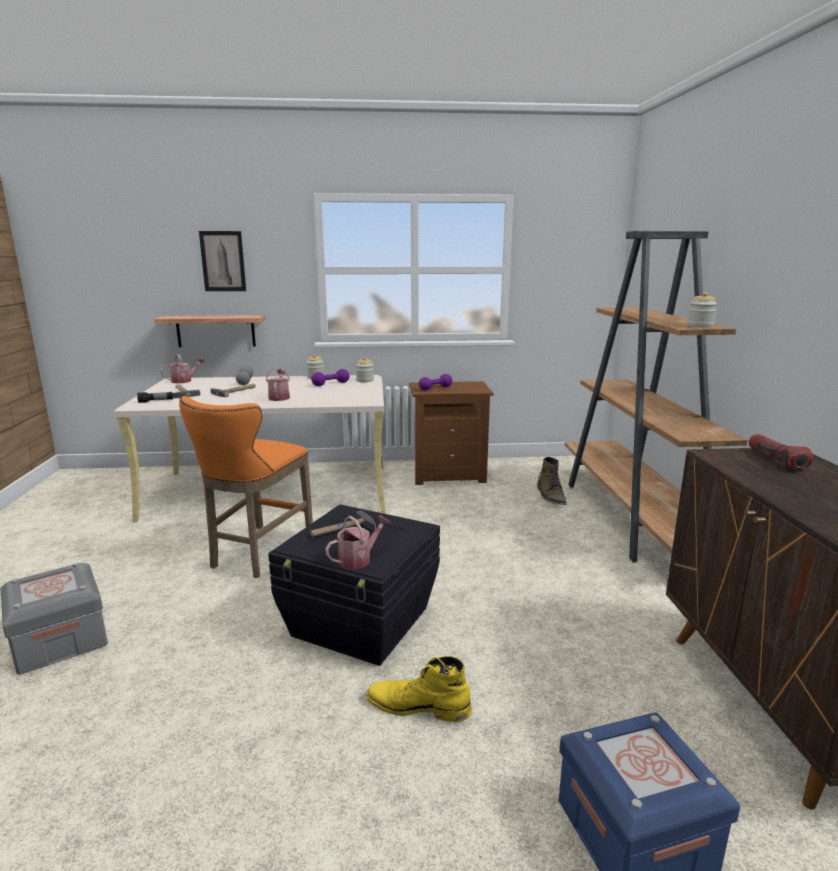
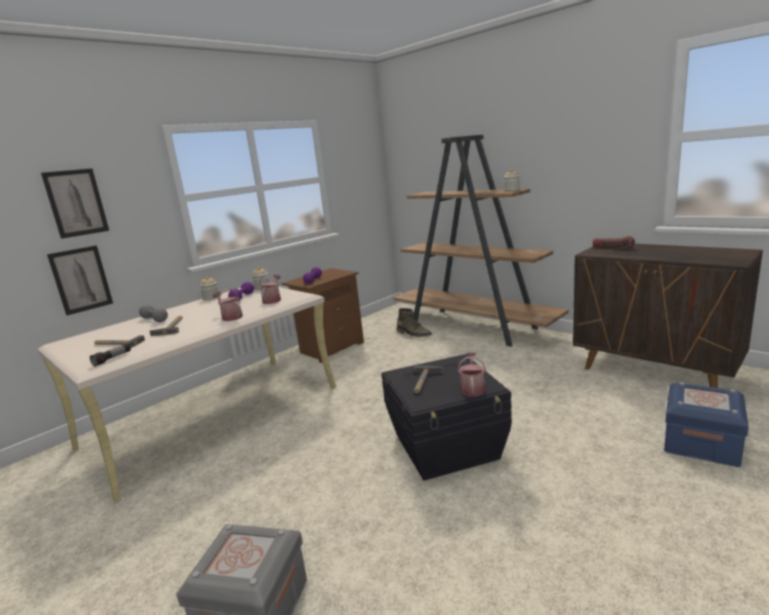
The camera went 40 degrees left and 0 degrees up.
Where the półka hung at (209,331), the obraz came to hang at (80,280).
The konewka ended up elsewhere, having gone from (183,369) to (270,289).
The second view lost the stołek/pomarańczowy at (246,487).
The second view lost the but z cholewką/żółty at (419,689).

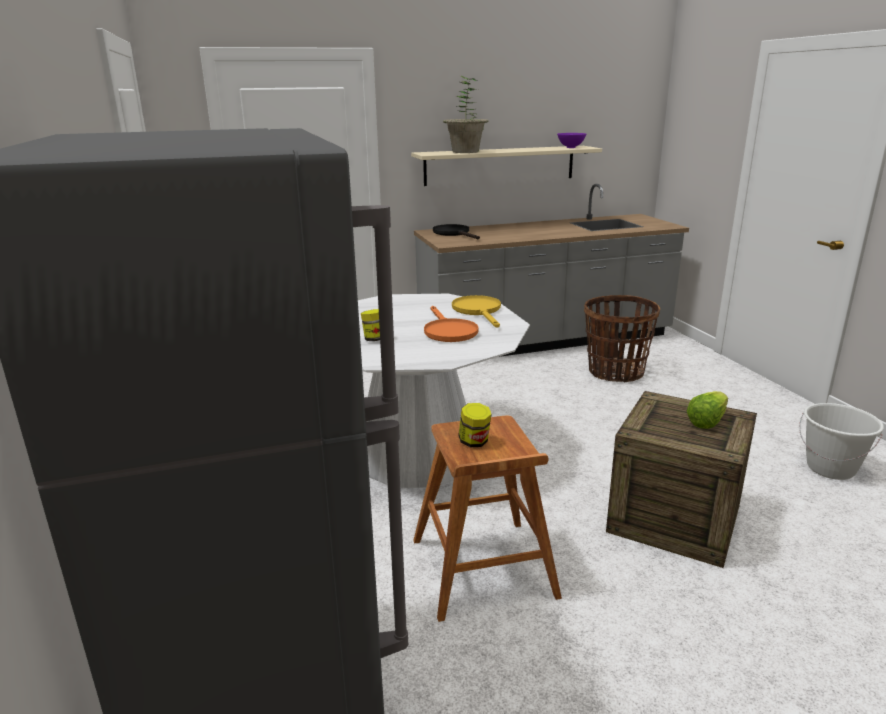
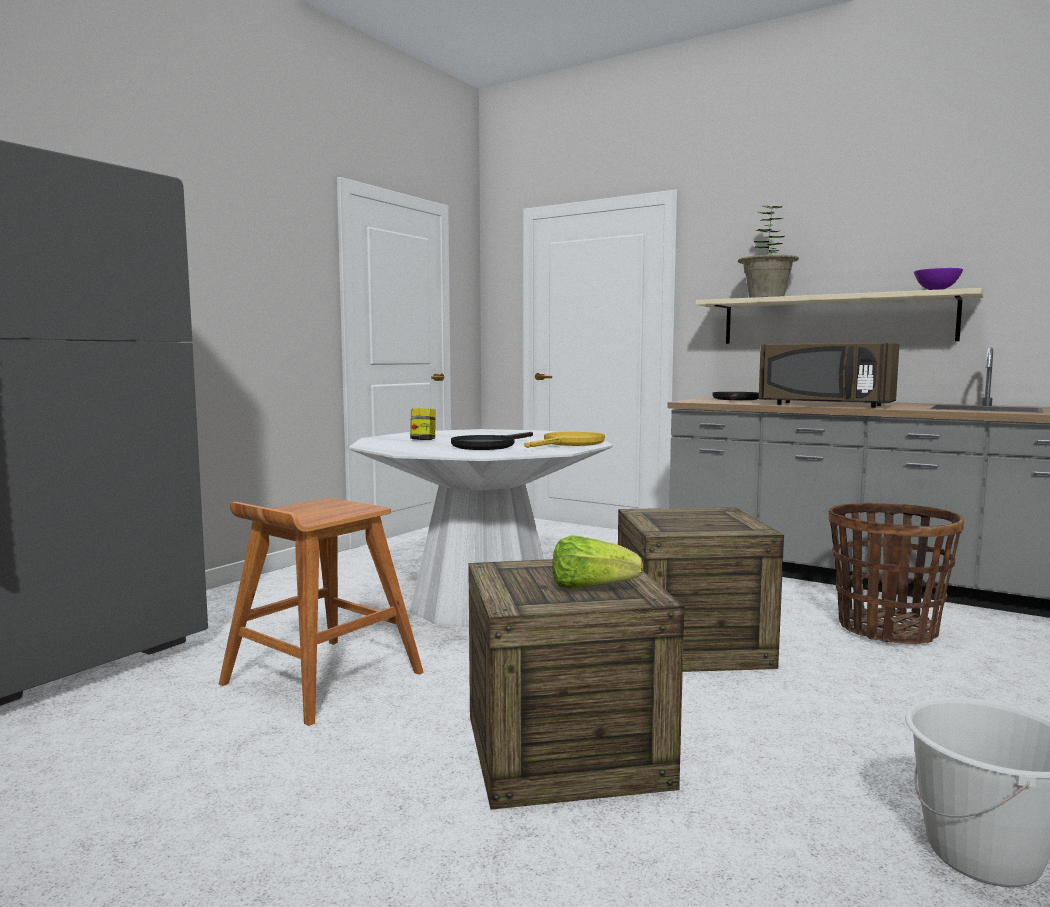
The camera went 50 degrees right and 15 degrees down.
What was the patelnia/pomarańczowy at (451,324) turned into the patelnia/czarny at (492,441).
The second view lost the słoik at (475,425).
The second view gained the mikrofalówka/brązowy at (829,375).
The second view gained the skrzynka at (701,589).

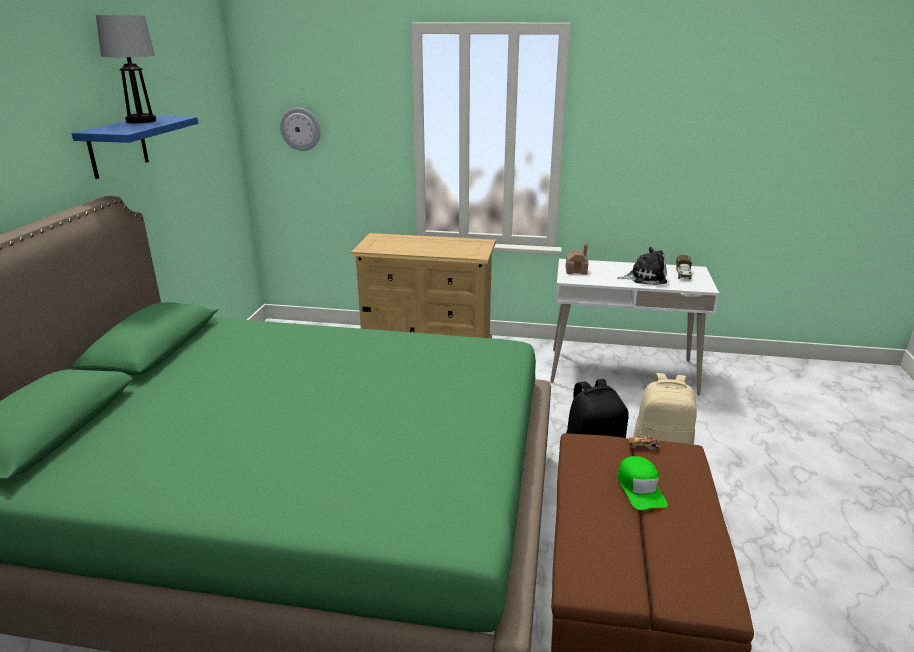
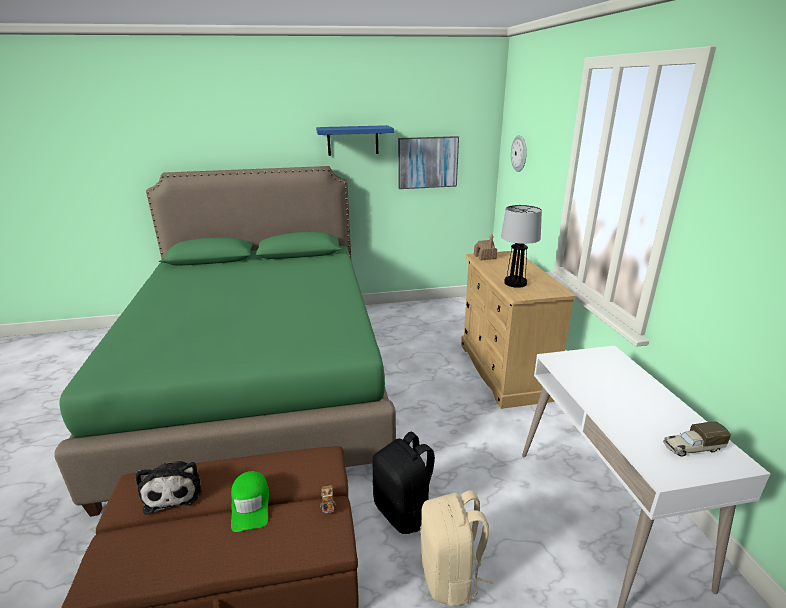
The camera went 70 degrees right and 0 degrees up.
The lampa stołowa ended up elsewhere, having gone from (126,69) to (521,246).
The domek ended up elsewhere, having gone from (577,258) to (485,247).
The pluszak ended up elsewhere, having gone from (642,266) to (168,488).
The czapka z daszkiem/zielony at (642,483) ended up facing another way, 75 degrees counterclockwise from before.
The second view gained the obraz at (428,162).

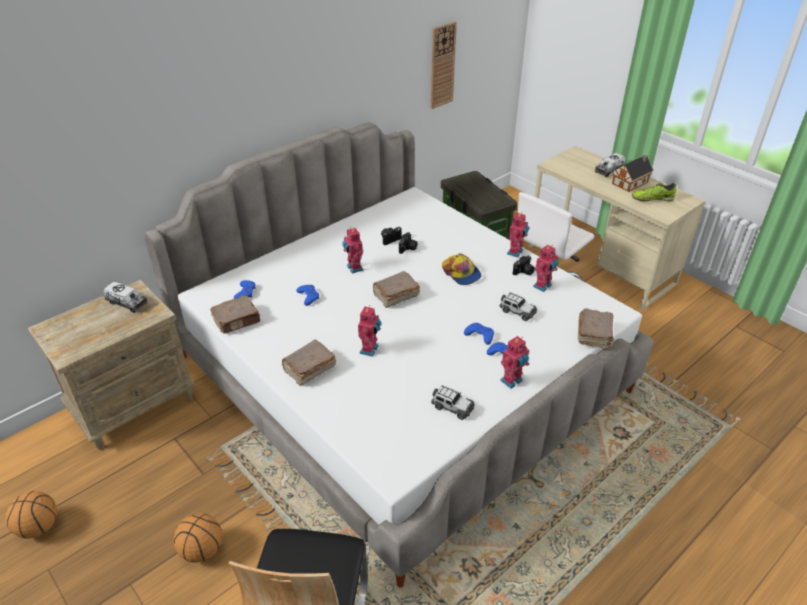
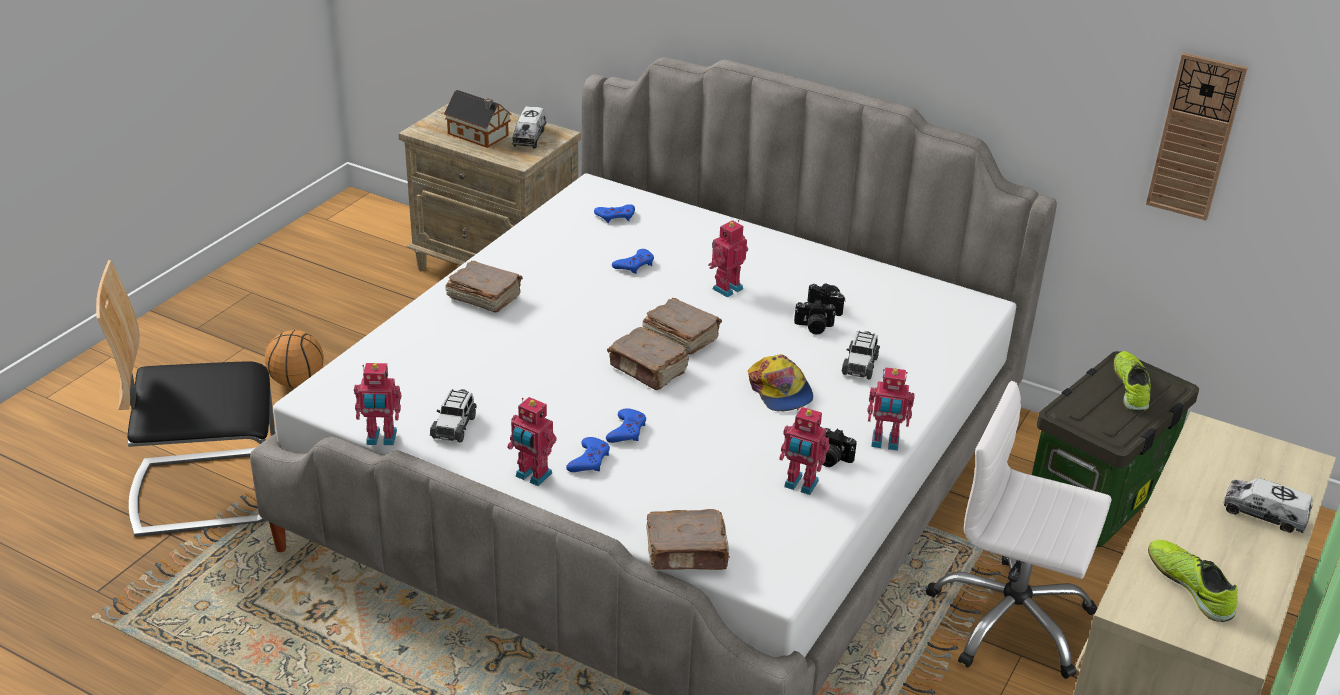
The camera went 70 degrees right and 5 degrees down.
The domek ended up elsewhere, having gone from (632,173) to (478,119).
The czapka z daszkiem at (462,269) ended up facing another way, 60 degrees counterclockwise from before.
The samochodzik ended up elsewhere, having gone from (518,306) to (860,355).
The książka/brązowy ended up elsewhere, having gone from (235,314) to (648,358).
The robot zabawkowy ended up elsewhere, having gone from (369,331) to (377,404).
The second view lost the piłka do koszykówki at (31,514).
The second view gained the but at (1132,381).

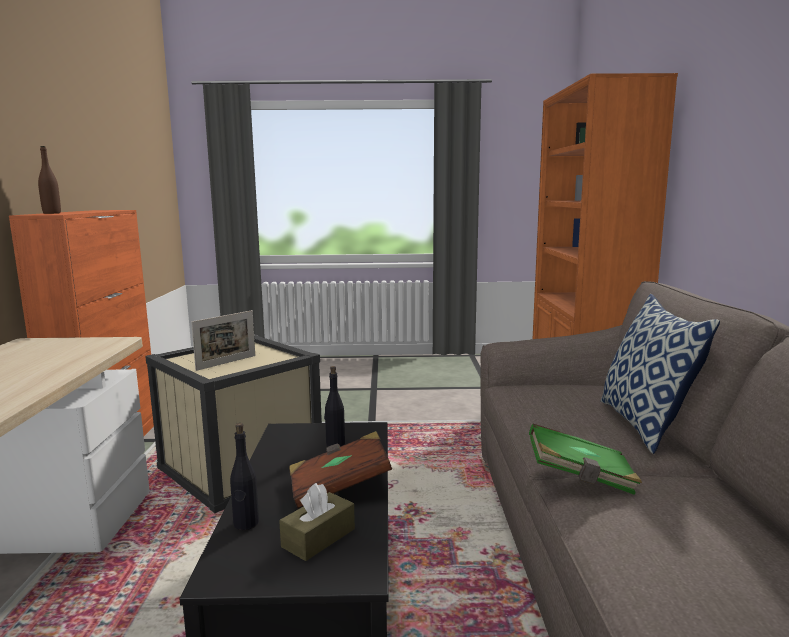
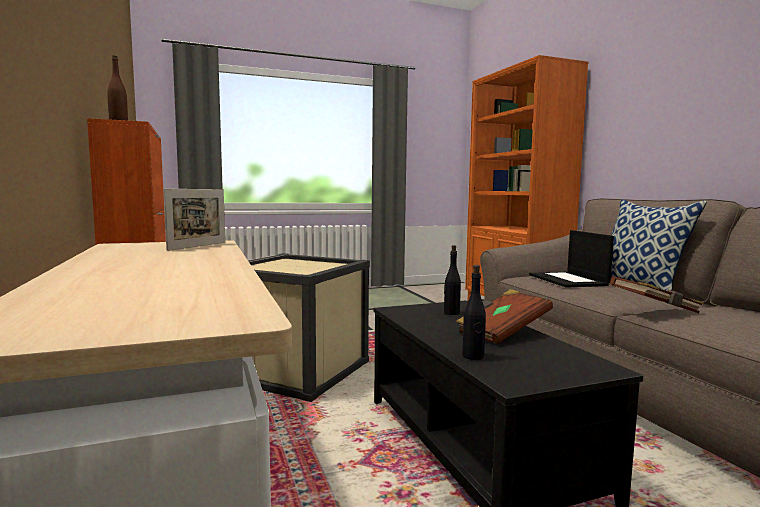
The camera went 20 degrees left and 5 degrees down.
The ramka na zdjęcie ended up elsewhere, having gone from (223,340) to (194,220).
What was the książka/zielony at (585,459) turned into the książka/brązowy at (657,294).
The second view lost the pudełko chusteczek/brązowy at (317,522).
The second view gained the laptop at (571,259).

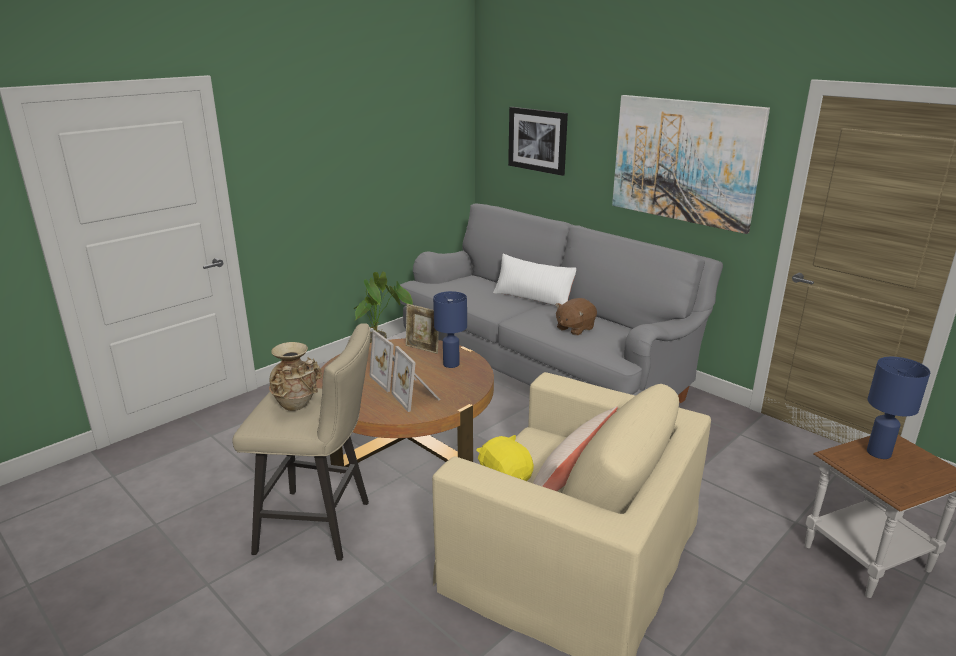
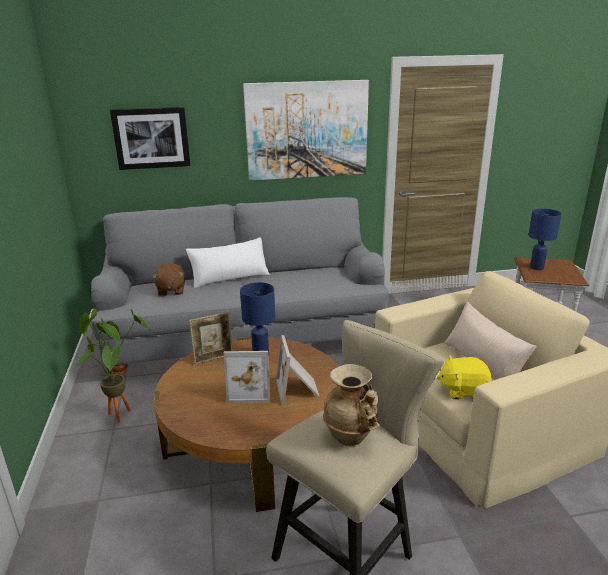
The camera went 55 degrees left and 0 degrees up.
The pluszak/brązowy ended up elsewhere, having gone from (576,317) to (168,279).
The ramka na zdjęcie at (415,379) ended up facing another way, 75 degrees clockwise from before.

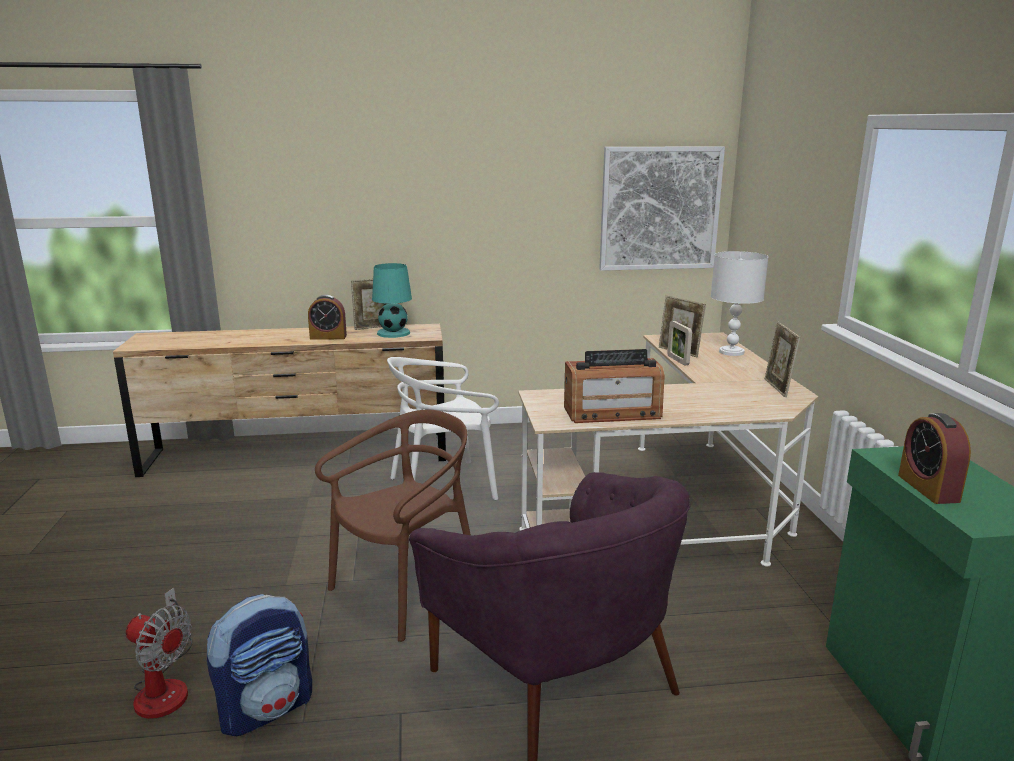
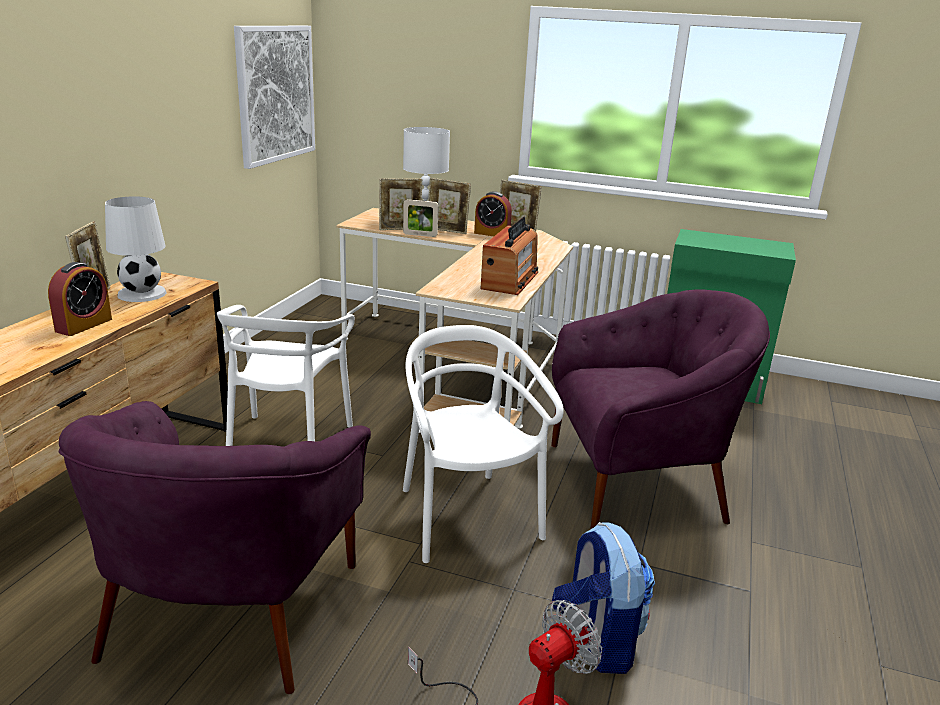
The camera went 65 degrees left and 5 degrees up.
What was the lampa stołowa/turkusowy at (392,300) turned into the lampa stołowa/biały at (136,249).
What was the krzesło/brązowy at (393,526) turned into the krzesło/biały at (483,444).
The budzik ended up elsewhere, having gone from (934,458) to (493,213).
The second view gained the ramka na zdjęcie at (449,206).
The second view gained the fotel/fioletowy at (215,547).

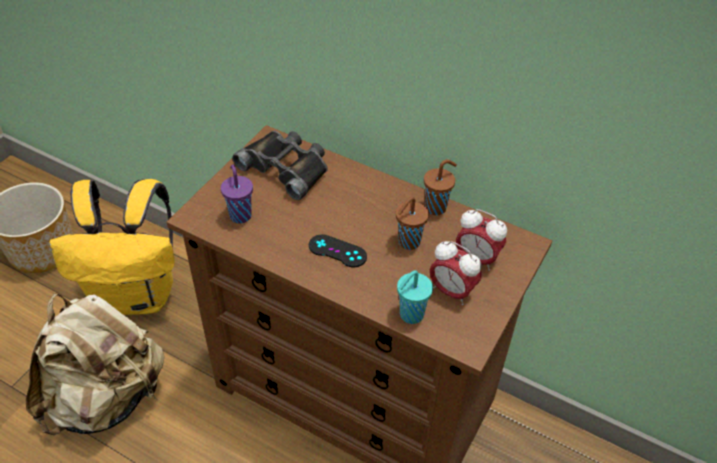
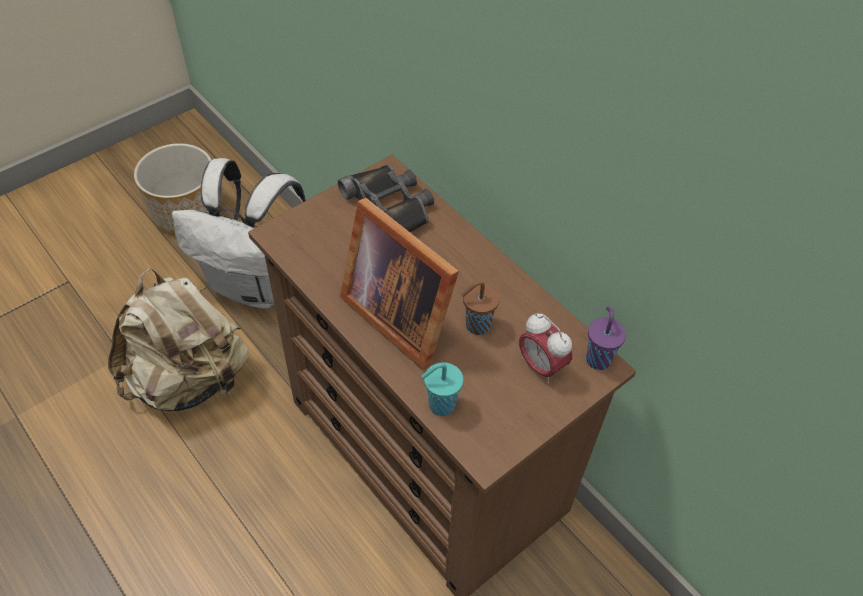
The camera went 20 degrees right and 5 degrees up.
The second view lost the filiżanka/brązowy at (440,187).
The filiżanka/fioletowy ended up elsewhere, having gone from (237,194) to (606,338).
What was the plecak/żółty at (112,247) turned into the plecak/biały at (239,233).
Where the pad do gier/czarny stood at (338,250), the ramka na zdjęcie came to stand at (399,284).
The second view lost the budzik at (456,273).

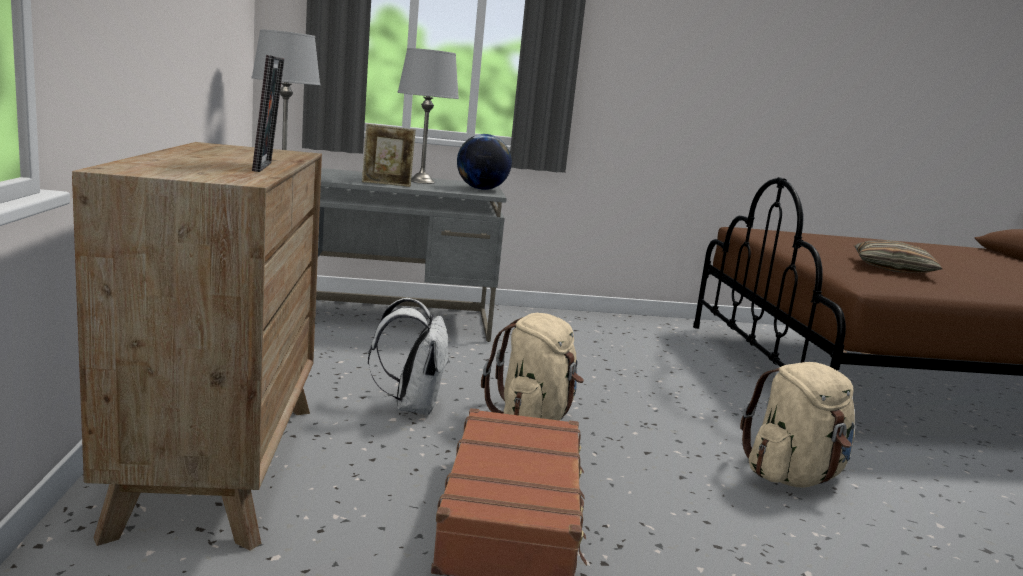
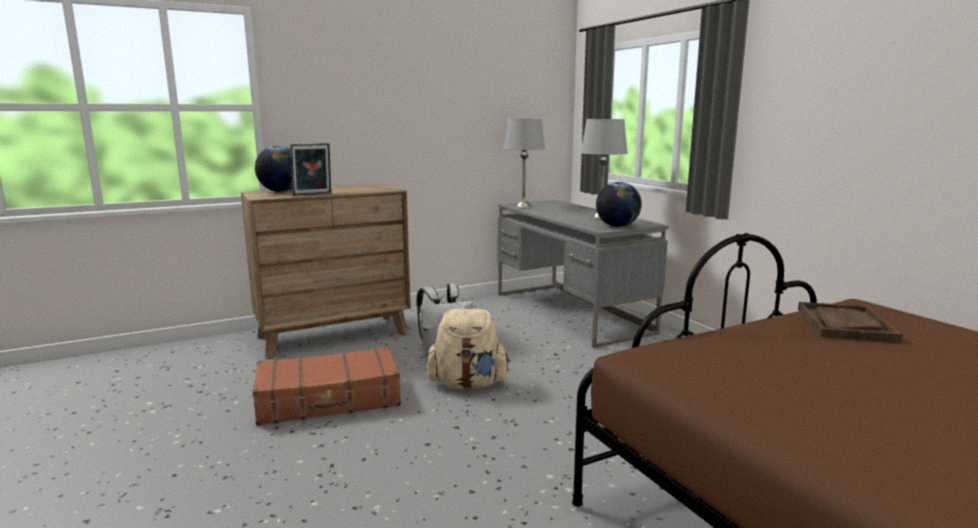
The camera went 70 degrees right and 0 degrees up.
The second view lost the ramka na zdjęcie at (389,155).
The second view lost the poduszka at (898,256).
The second view lost the plecak/beżowy at (797,424).
The second view gained the globus at (273,169).
The second view gained the taca/brązowy at (850,322).

